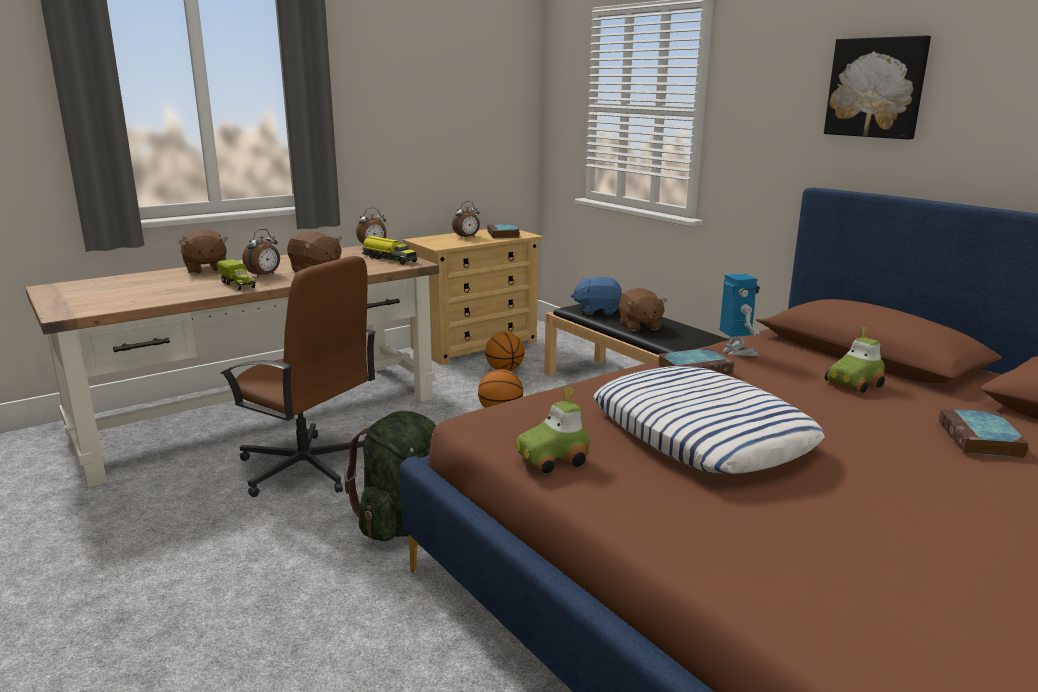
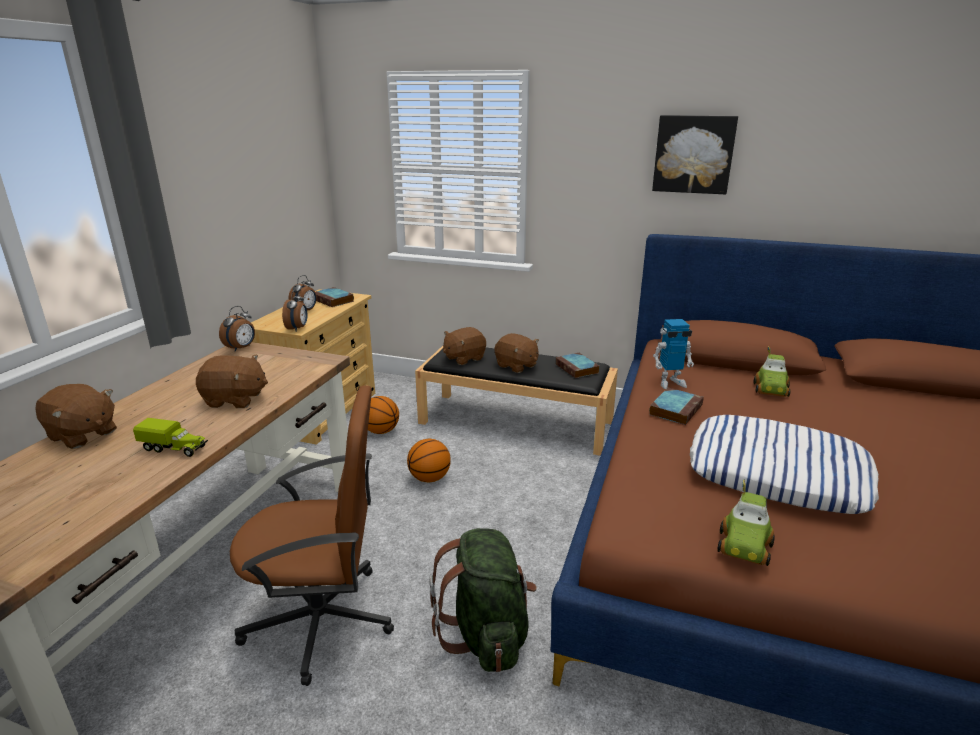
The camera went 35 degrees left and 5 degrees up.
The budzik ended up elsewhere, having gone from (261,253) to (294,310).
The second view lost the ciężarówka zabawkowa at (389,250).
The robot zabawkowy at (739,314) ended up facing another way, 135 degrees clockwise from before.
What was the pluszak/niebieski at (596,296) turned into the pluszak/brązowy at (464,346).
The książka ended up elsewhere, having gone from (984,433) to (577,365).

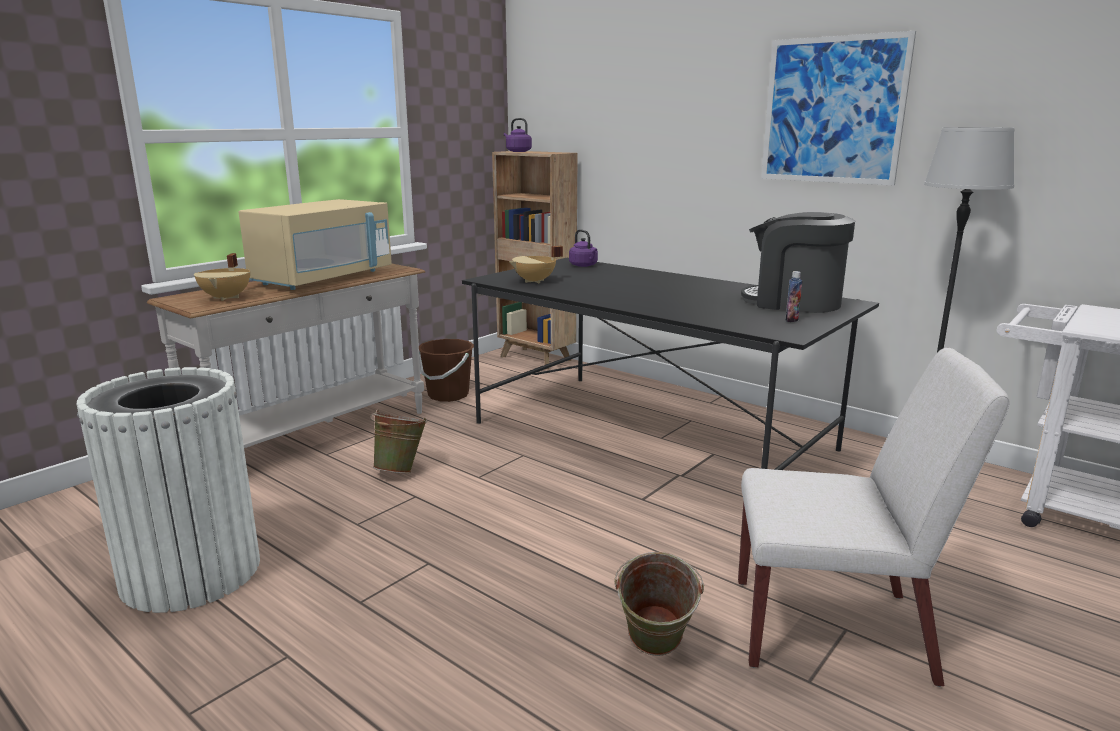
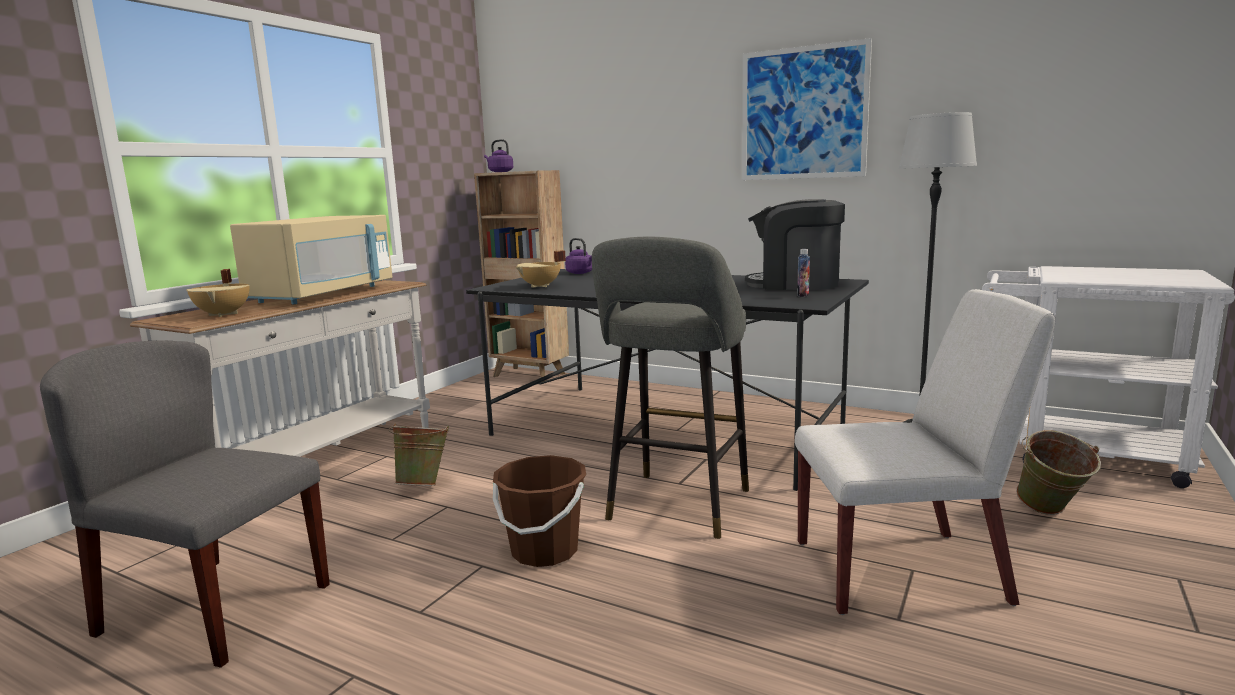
The camera went 10 degrees left and 5 degrees down.
The wiadro/brązowy ended up elsewhere, having gone from (446,370) to (539,511).
Where the kosz na śmieci/biały stood at (168,490), the krzesło/szary came to stand at (185,504).
The wiadro/zielony ended up elsewhere, having gone from (659,604) to (1058,472).
The second view gained the stołek/szary at (670,388).

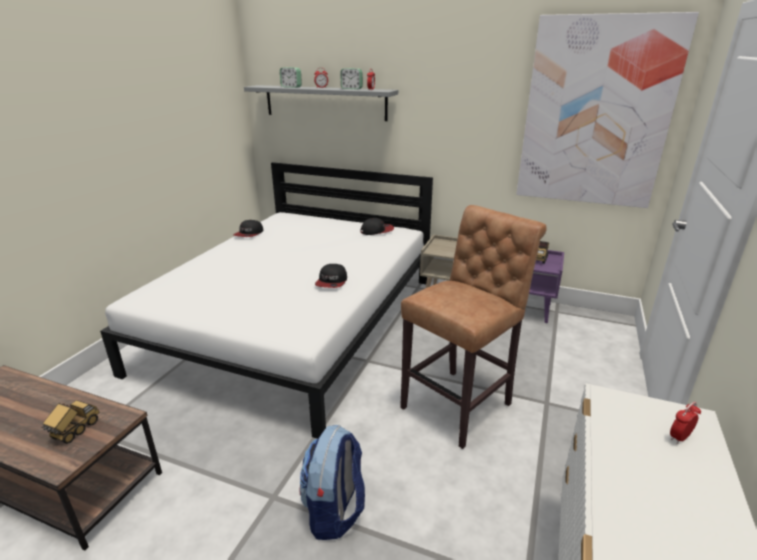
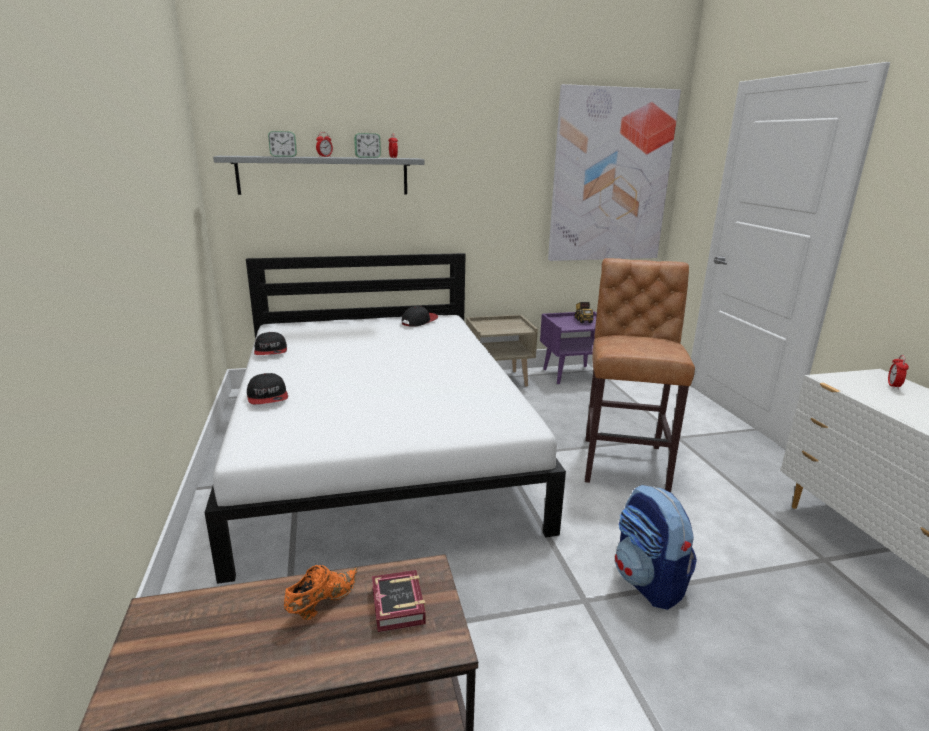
The camera went 35 degrees left and 5 degrees down.
The czapka z daszkiem ended up elsewhere, having gone from (331,276) to (267,388).
Where the ciężarówka zabawkowa stood at (70,422), the książka came to stand at (399,601).
The second view gained the but/pomarańczowy at (321,592).

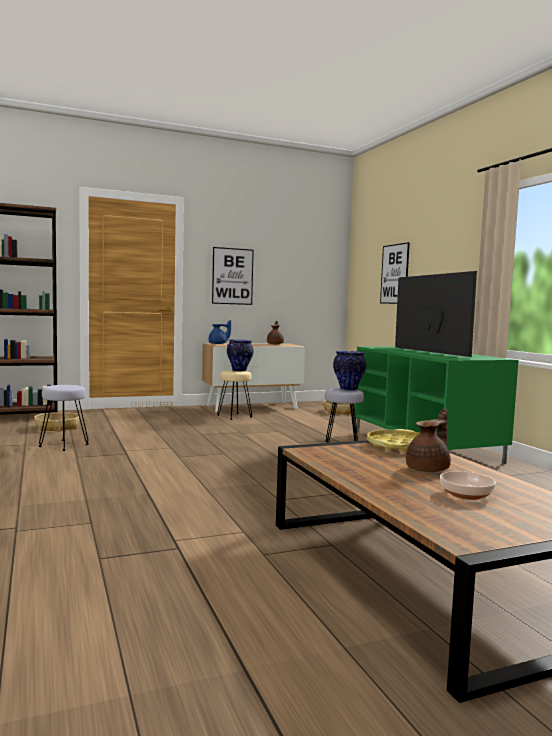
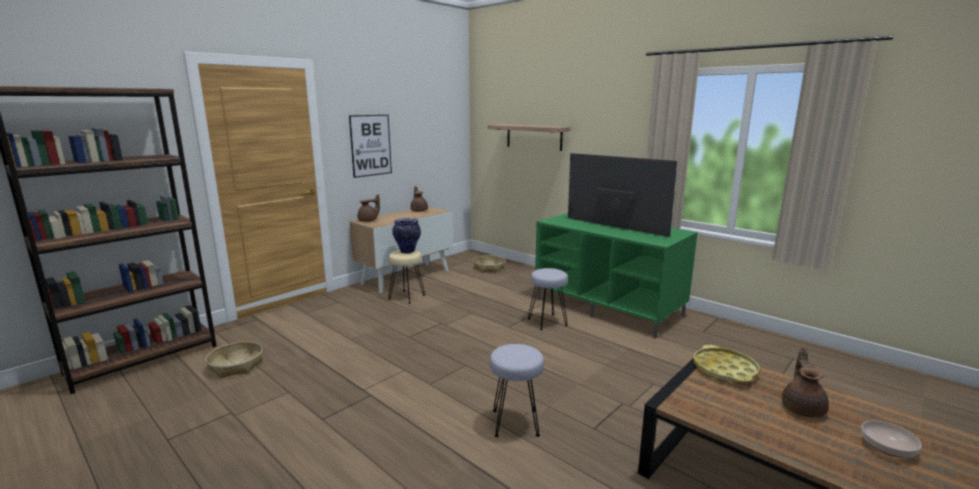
The camera went 25 degrees left and 10 degrees up.
Where the obraz hung at (395,273), the półka came to hang at (529,137).
What was the imbryk/niebieski at (220,332) turned into the imbryk/brązowy at (368,208).
The second view lost the wazon at (350,371).
The stołek/szary ended up elsewhere, having gone from (63,418) to (517,390).

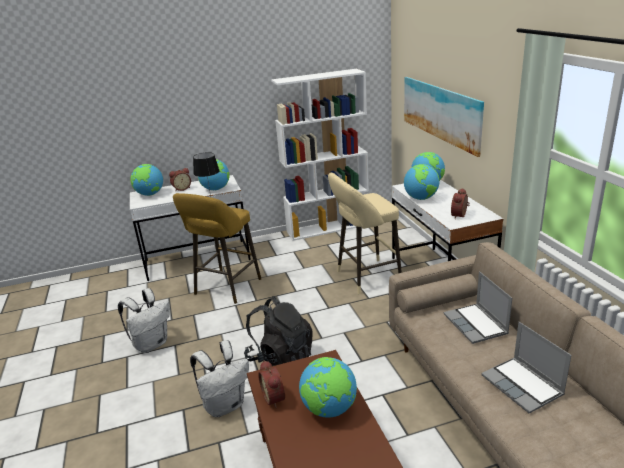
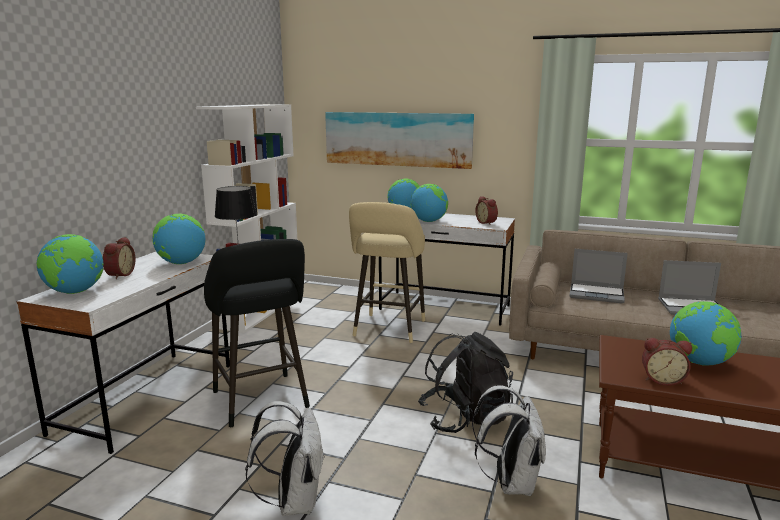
The camera went 55 degrees left and 10 degrees down.
What was the stołek/żółty at (217,248) turned into the stołek/czarny at (257,333).

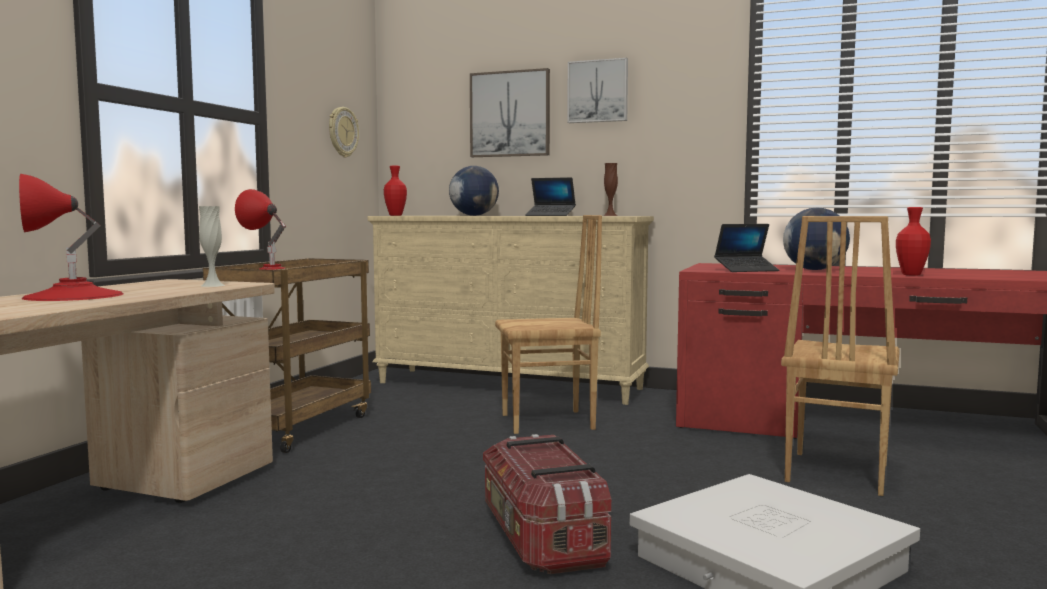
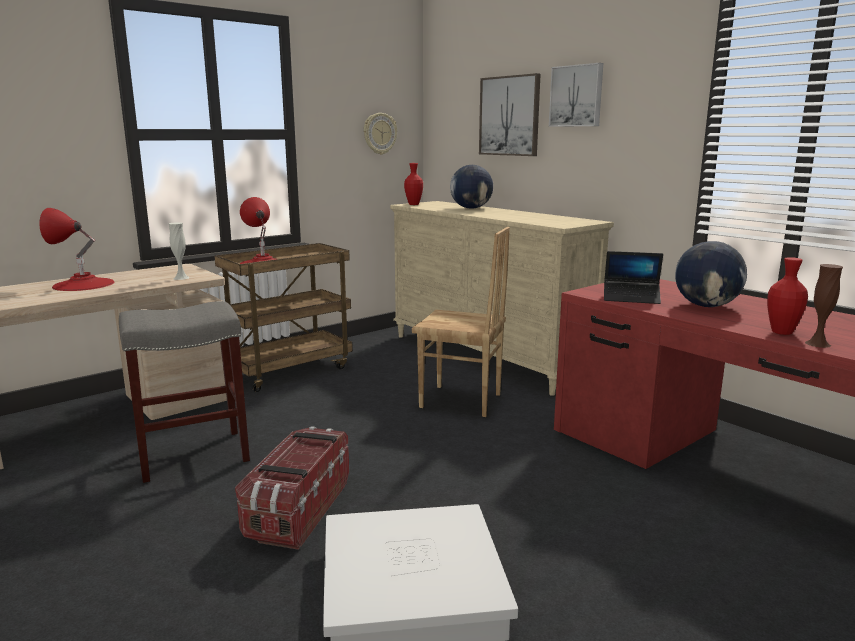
The camera went 30 degrees right and 10 degrees up.
The wazon/brązowy ended up elsewhere, having gone from (611,189) to (824,306).
The second view lost the laptop at (550,196).
The second view lost the krzesło/brązowy at (840,356).
The second view gained the stołek/szary at (184,392).

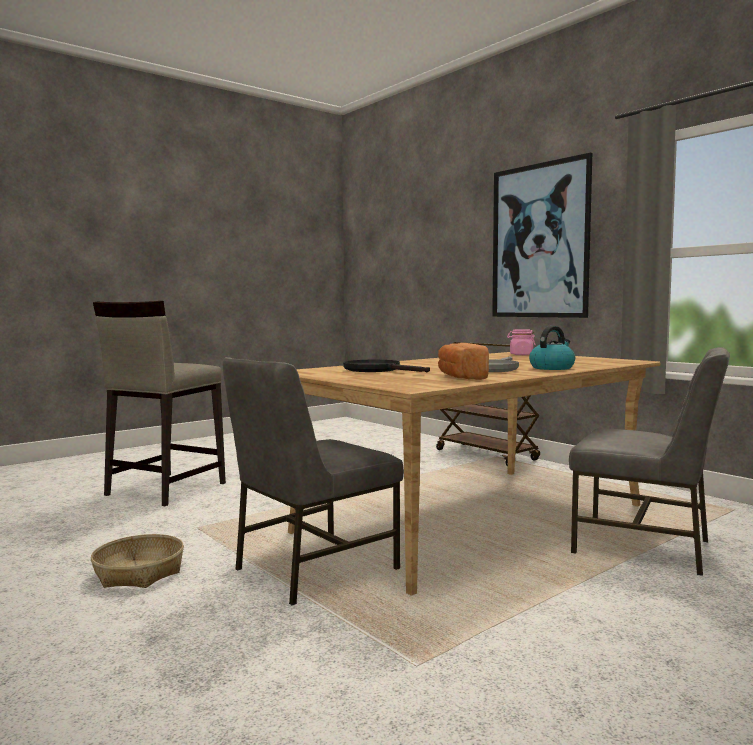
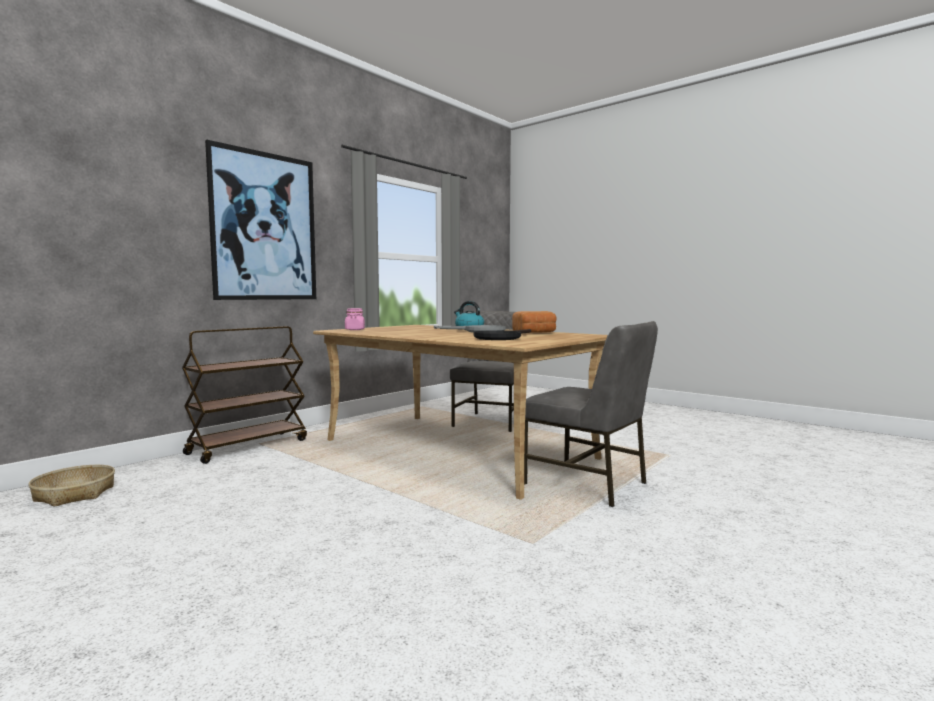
The camera went 100 degrees left and 0 degrees up.
The second view lost the stołek/beżowy at (159,403).
The koszyk ended up elsewhere, having gone from (137,561) to (71,486).

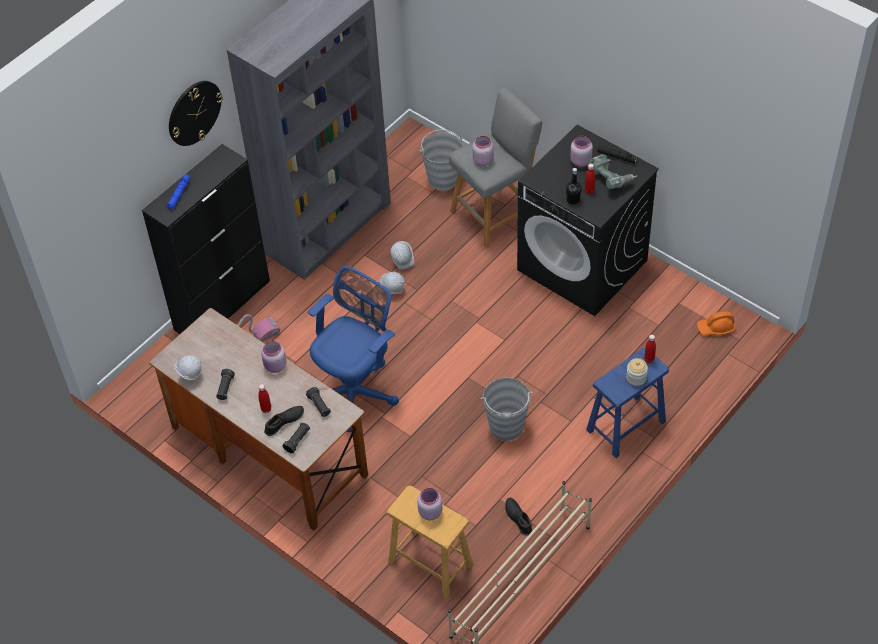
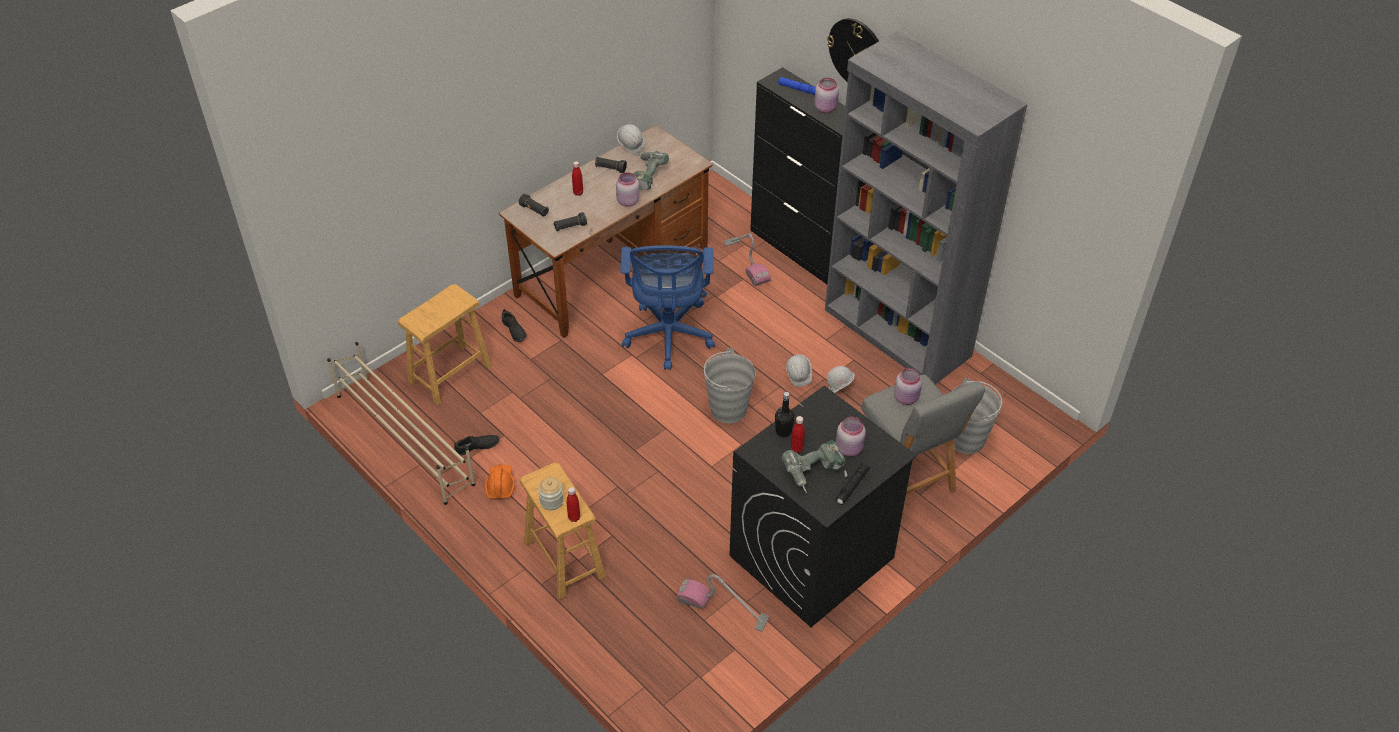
The camera went 95 degrees right and 5 degrees down.
The krzesło biurowe/niebieski at (353,349) ended up facing another way, 45 degrees clockwise from before.
The kask/pomarańczowy ended up elsewhere, having gone from (716,323) to (500,481).
What was the stołek/niebieski at (627,403) turned into the stołek/brązowy at (563,530).
The wiadro/szary ended up elsewhere, having gone from (507,409) to (729,385).
The but/czarny ended up elsewhere, having gone from (284,421) to (514,325).
The słoik/różowy ended up elsewhere, having gone from (429,504) to (826,95).
The second view gained the wiertarka at (651,170).
The second view gained the odkurzacz at (722,603).

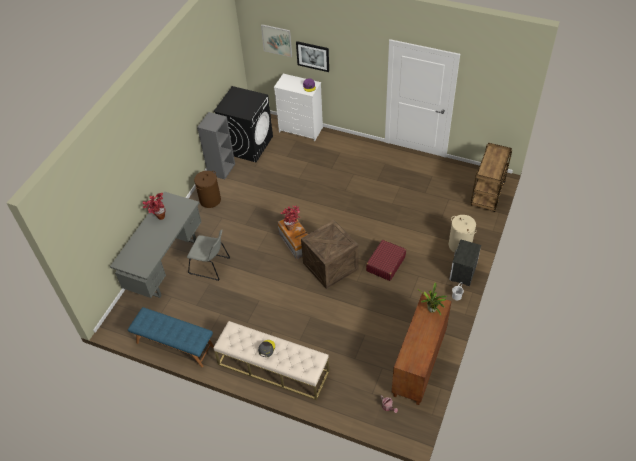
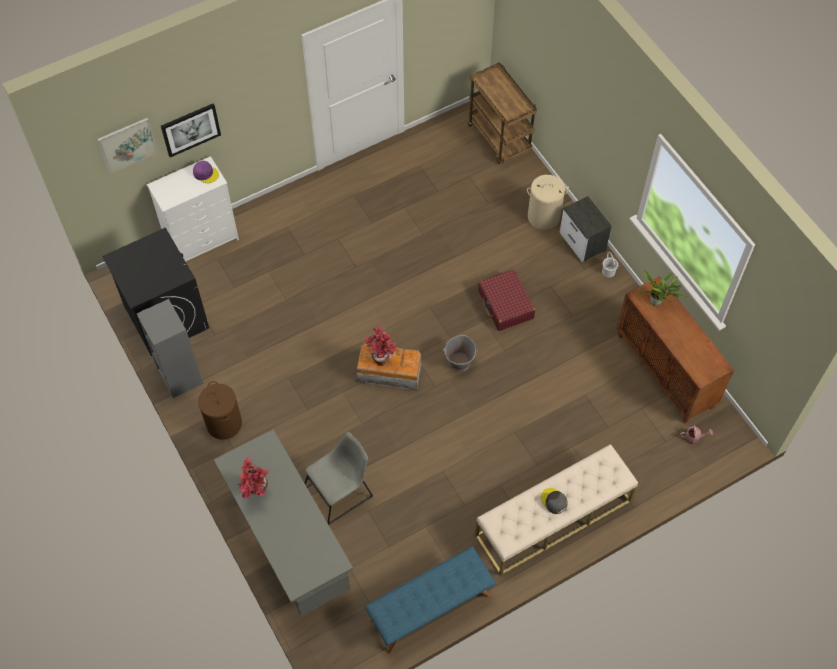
The camera went 55 degrees left and 10 degrees up.
Where the skrzynka stood at (330,254), the wiadro/szary came to stand at (460,353).

